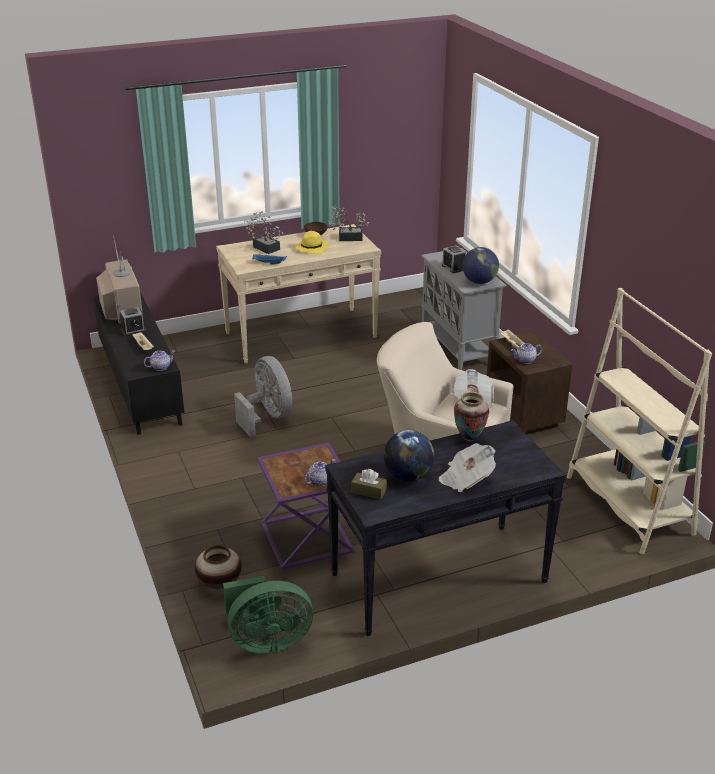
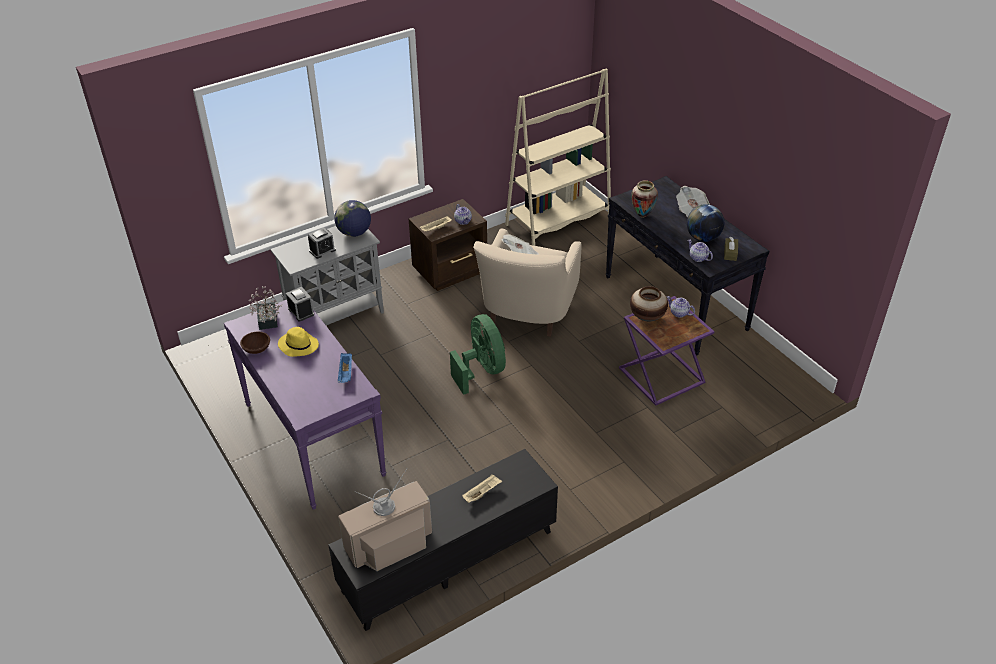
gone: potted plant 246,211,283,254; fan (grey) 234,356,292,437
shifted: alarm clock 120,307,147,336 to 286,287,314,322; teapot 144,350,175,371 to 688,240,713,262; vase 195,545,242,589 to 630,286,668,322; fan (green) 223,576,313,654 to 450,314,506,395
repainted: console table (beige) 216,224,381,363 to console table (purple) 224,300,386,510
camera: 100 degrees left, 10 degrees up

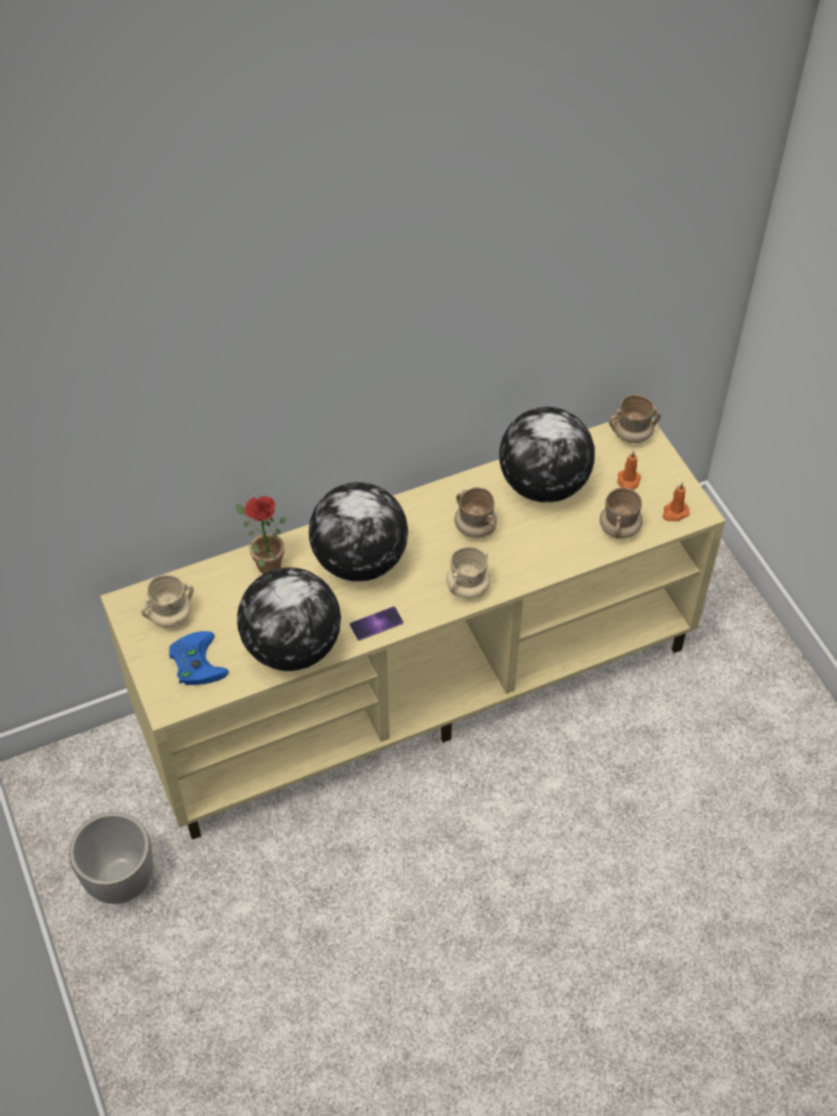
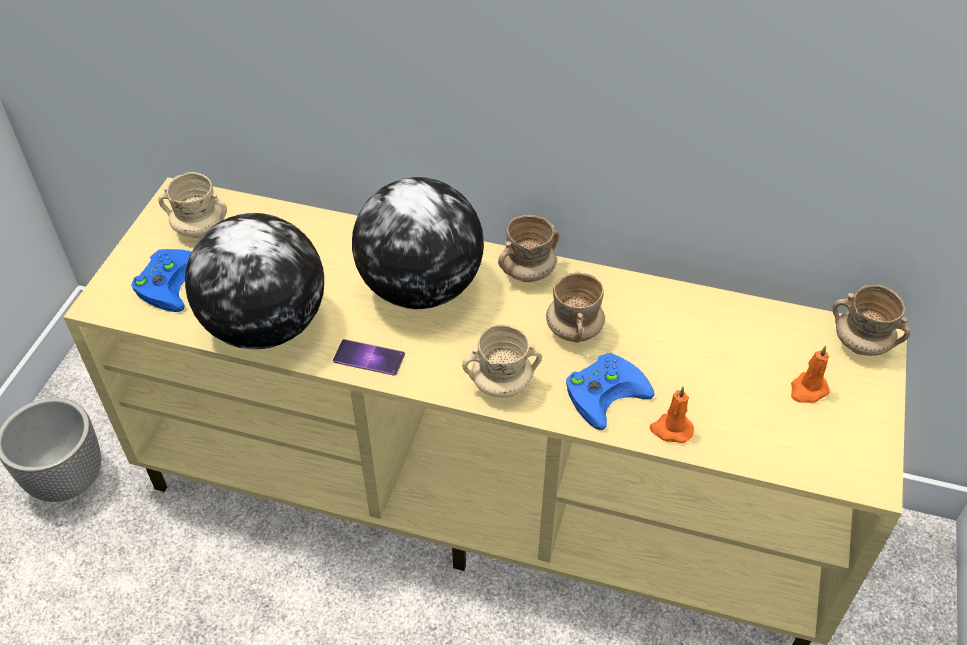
gone: globe 499,407,595,503; potted plant 235,496,287,574
new: game controller (blue) 566,353,654,430
shifted: candle (orange) 663,483,690,521 to 649,387,694,443; mug (beige) 600,488,643,539 to 498,215,559,282
camera: 40 degrees right, 5 degrees down

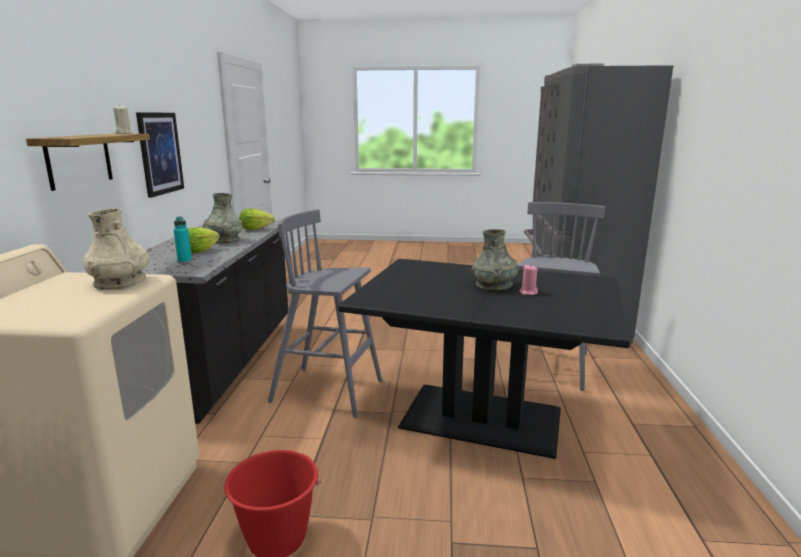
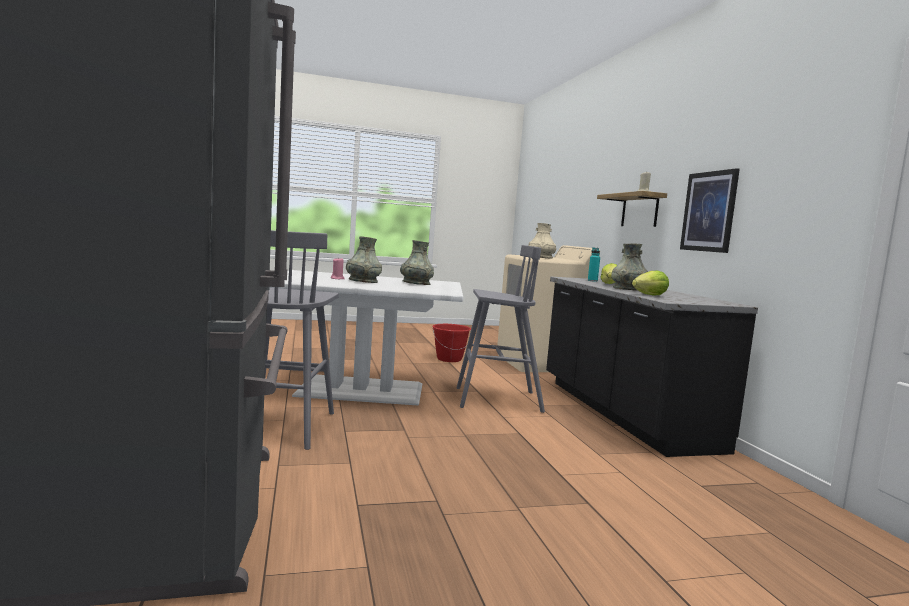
new: vase (grey) 400,240,434,285
repainted: dining table (black) 338,259,631,459 to dining table (white) 270,270,463,406
camera: 160 degrees right, 10 degrees down

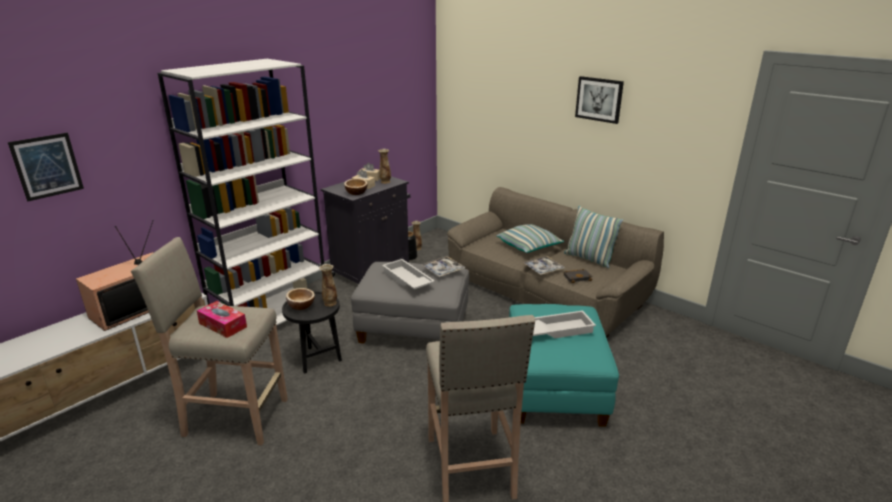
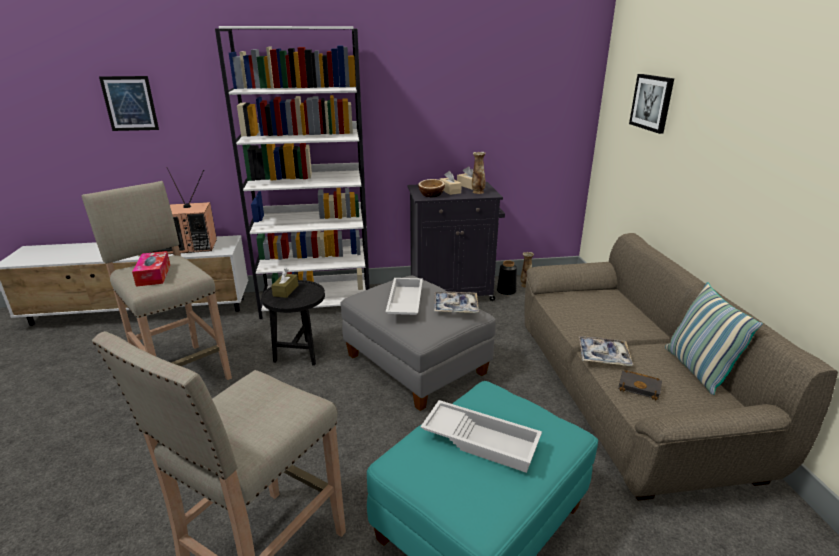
gone: pillow 496,224,564,253; vase 319,264,337,307
shifted: picture 575,76,624,124 to 629,74,674,134
swapped: bowl 286,288,315,310 to tissue box (brown) 271,269,298,298
camera: 40 degrees right, 0 degrees up

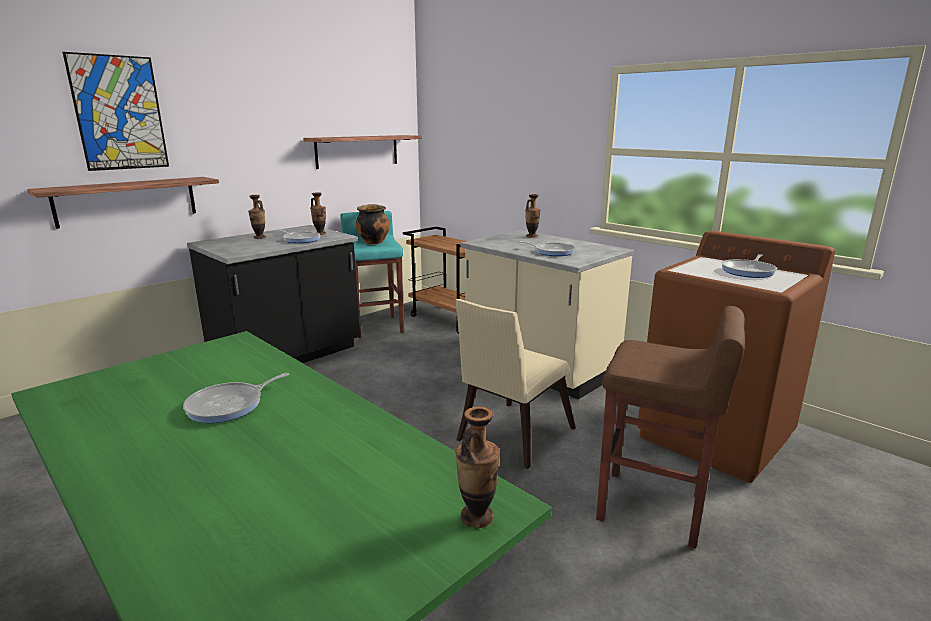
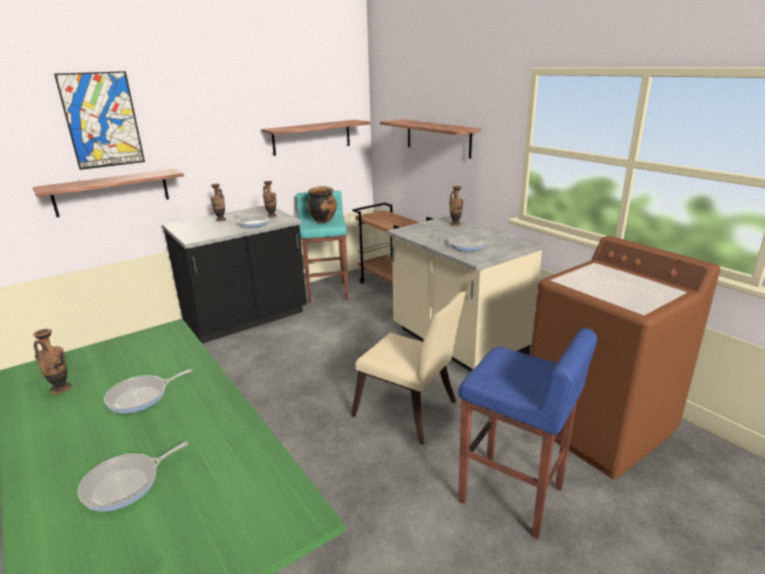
new: shelf 380,119,481,159
shifted: frying pan 722,254,777,278 to 78,442,189,512; vase 456,407,500,528 to 33,329,71,394
repainted: stool (brown) 596,306,745,548 to stool (blue) 458,328,597,539
rotated: chair (beige) 455,299,576,469 = 351,292,466,445 105 degrees counterclockwise
camera: 10 degrees right, 5 degrees up

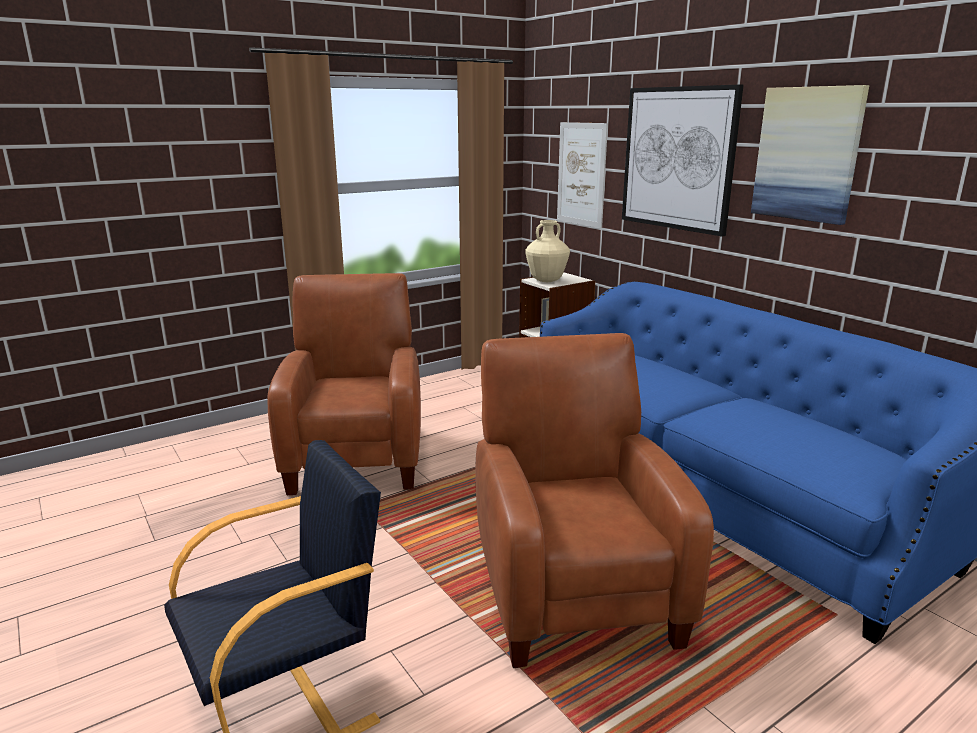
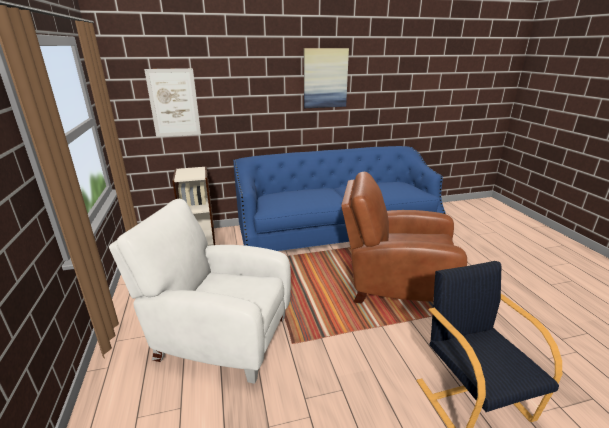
gone: picture 622,84,744,237; vase (beige) 525,220,570,282
repainted: armchair (brown) 267,273,421,495 to armchair (white) 109,199,291,384
camera: 70 degrees left, 5 degrees up

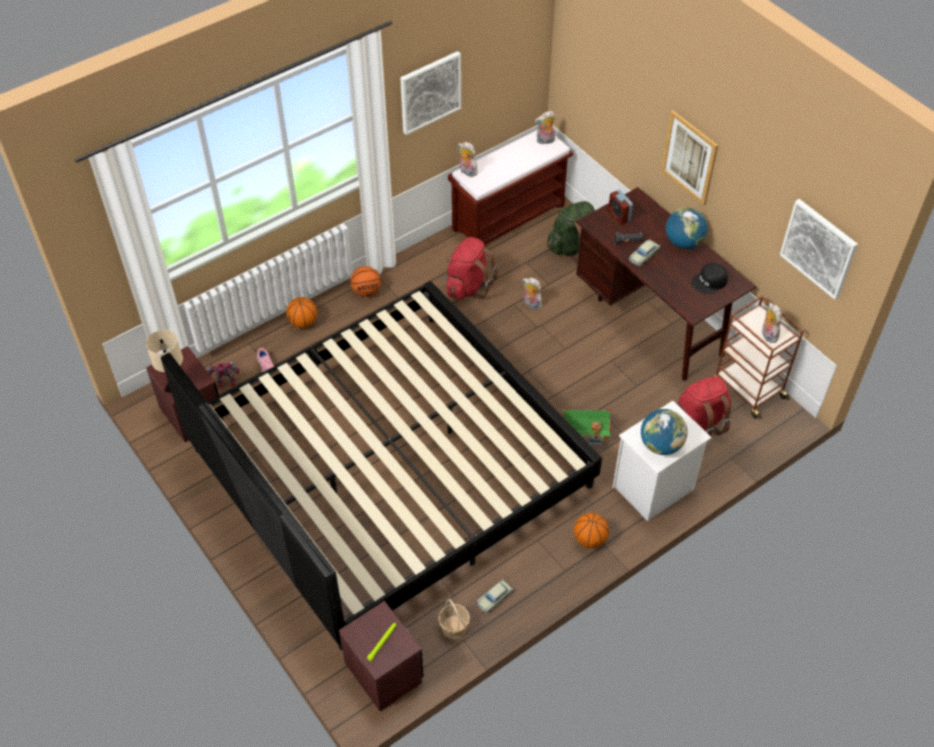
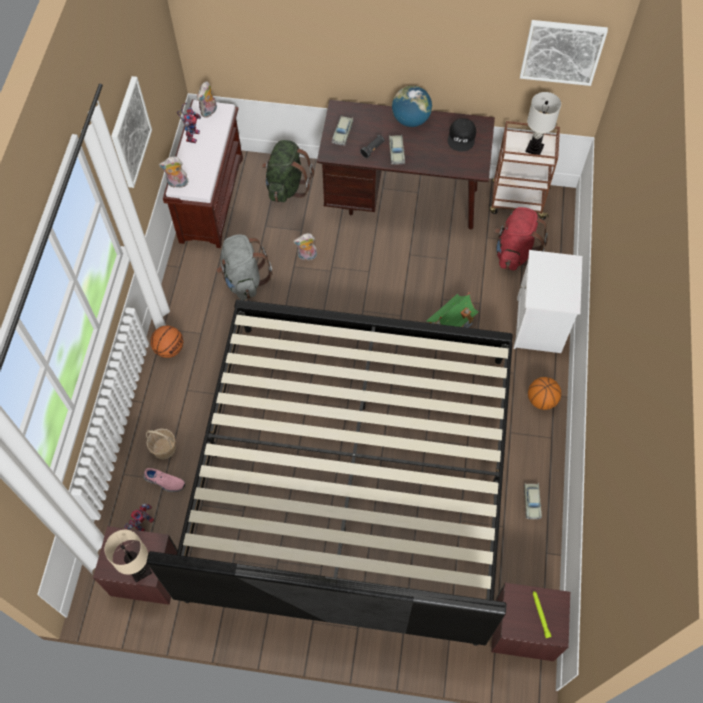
gone: picture 661,110,718,206; basketball 286,297,317,328; globe 641,409,687,455
new: toy robot 177,103,201,143
shifted: basket 438,598,470,639 to 146,429,176,459
swapped: alarm clock 608,190,633,224 to toy car (beige) 332,115,353,145; plush toy 762,303,782,343 to table lamp (white) 526,92,561,155
repainted: backpack (red) 446,237,498,300 to backpack (grey) 216,234,272,300
camera: 45 degrees left, 10 degrees up

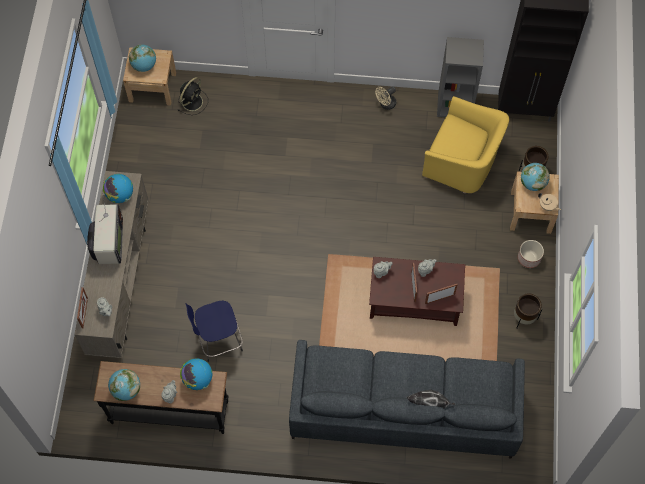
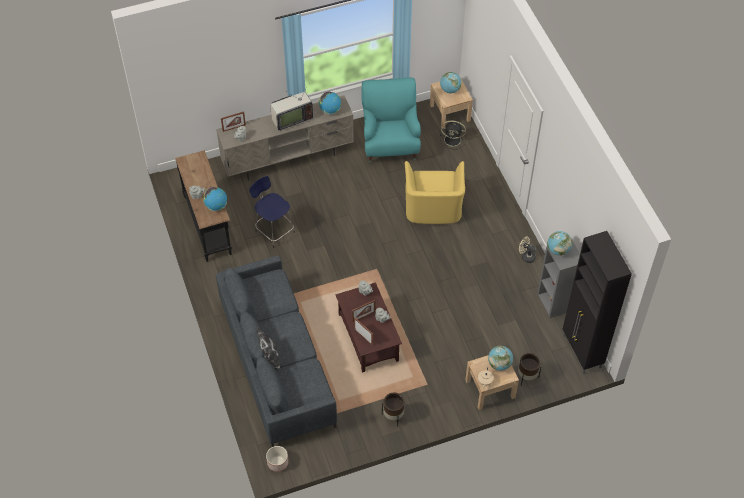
new: armchair (turquoise) 362,78,421,163
shifted: armchair (yellow) 422,96,509,193 to 405,161,465,224; planter 518,240,544,268 to 266,446,288,472; globe 108,369,140,401 to 547,231,572,256
camera: 65 degrees right, 10 degrees down

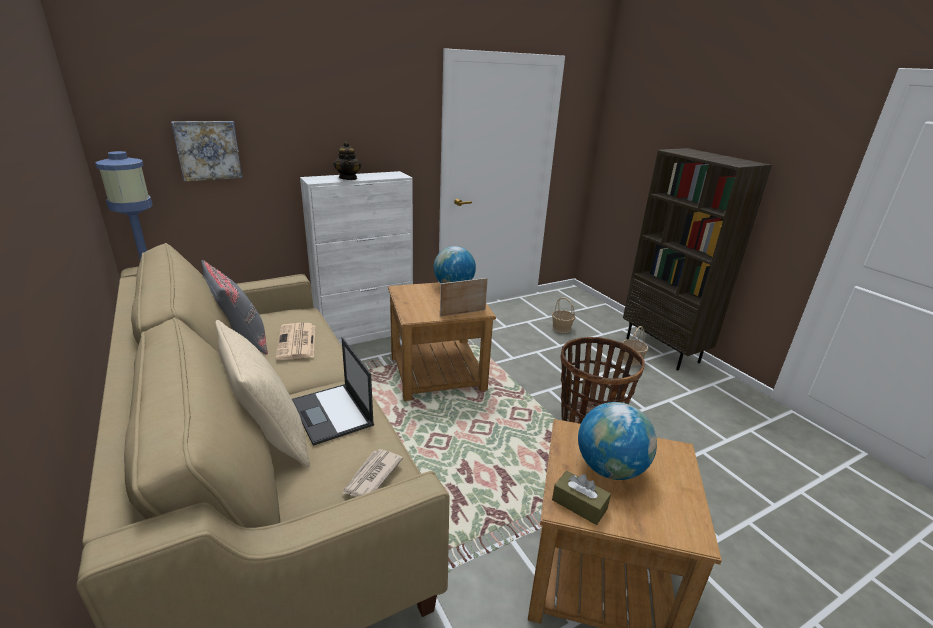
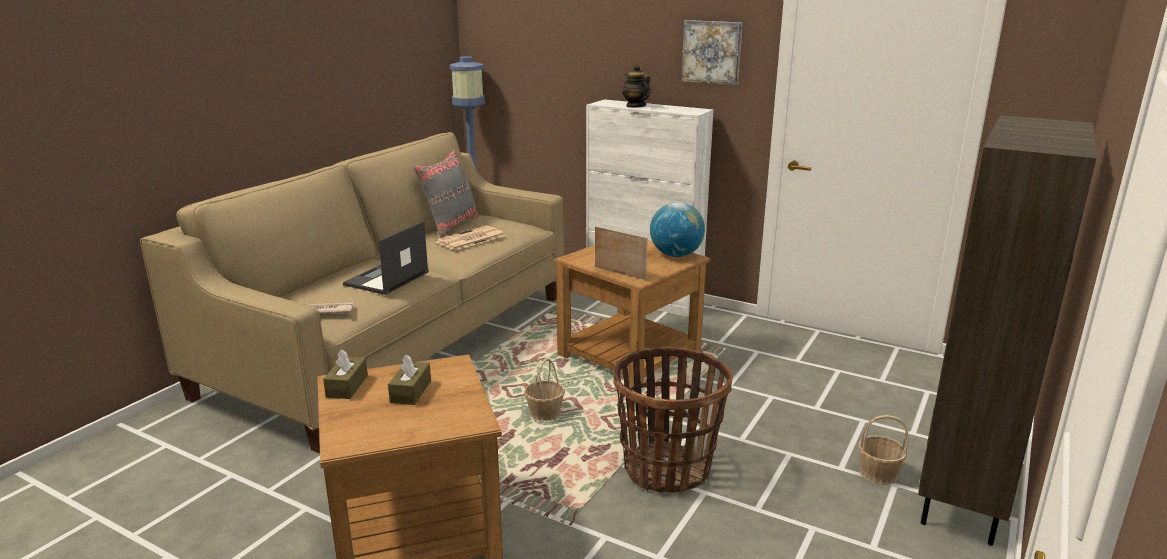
gone: pillow (beige) 215,320,310,467
shifted: picture 171,121,243,181 to 681,20,743,85; basket 552,297,575,333 to 524,358,565,421
swapped: globe 578,402,657,480 to tissue box (brown) 388,354,431,405
rotated: teapot 334,141,361,180 = 622,64,651,108 105 degrees clockwise
camera: 60 degrees right, 5 degrees down

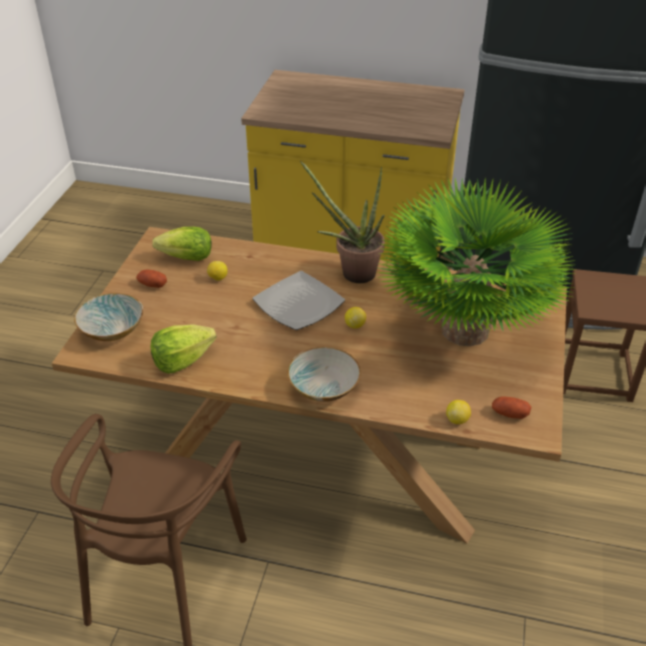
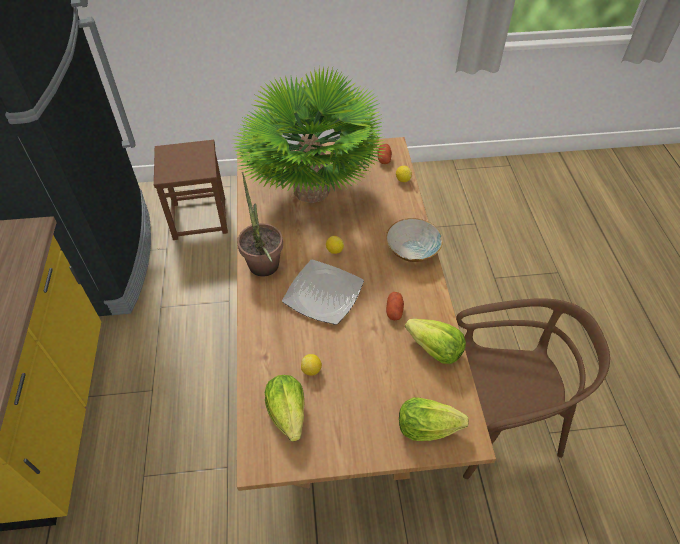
shifted: potato 136,270,167,288 to 386,292,404,321
swapped: bowl 74,293,143,341 to lettuce 399,397,469,441
camera: 110 degrees left, 10 degrees up

